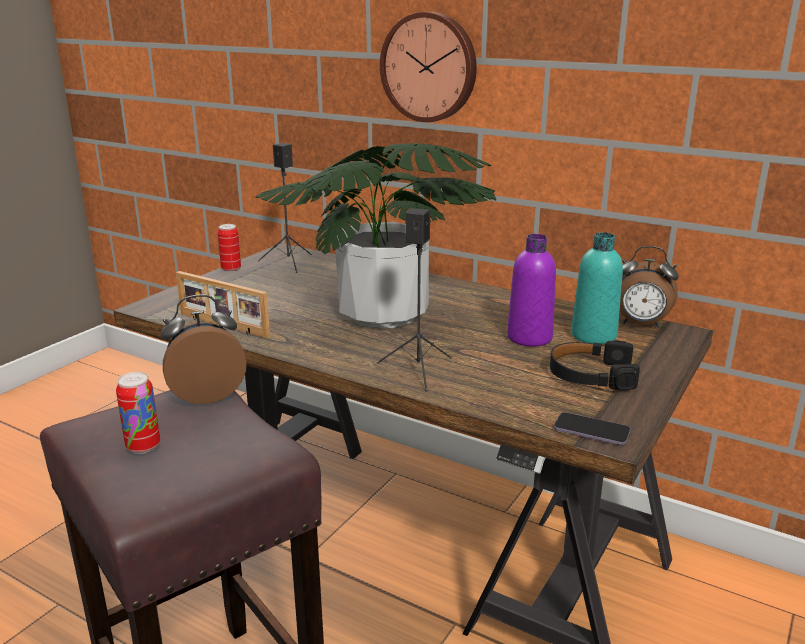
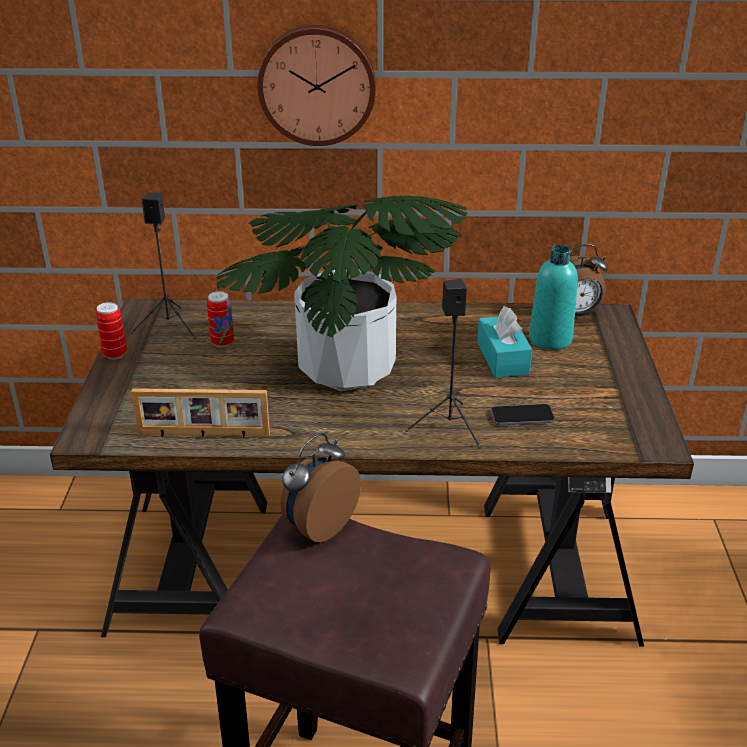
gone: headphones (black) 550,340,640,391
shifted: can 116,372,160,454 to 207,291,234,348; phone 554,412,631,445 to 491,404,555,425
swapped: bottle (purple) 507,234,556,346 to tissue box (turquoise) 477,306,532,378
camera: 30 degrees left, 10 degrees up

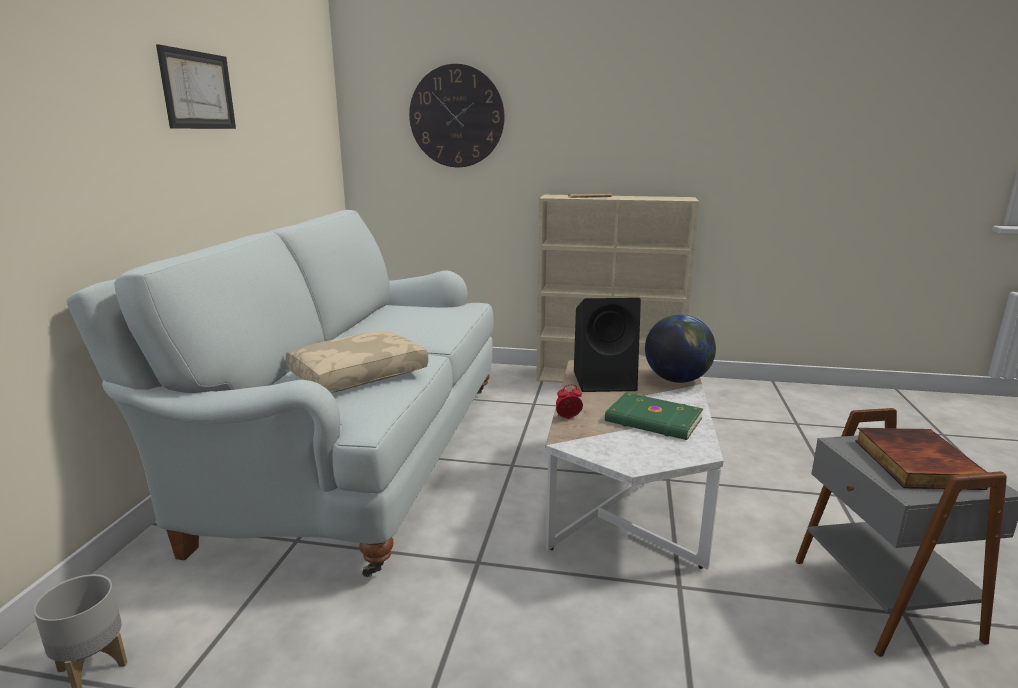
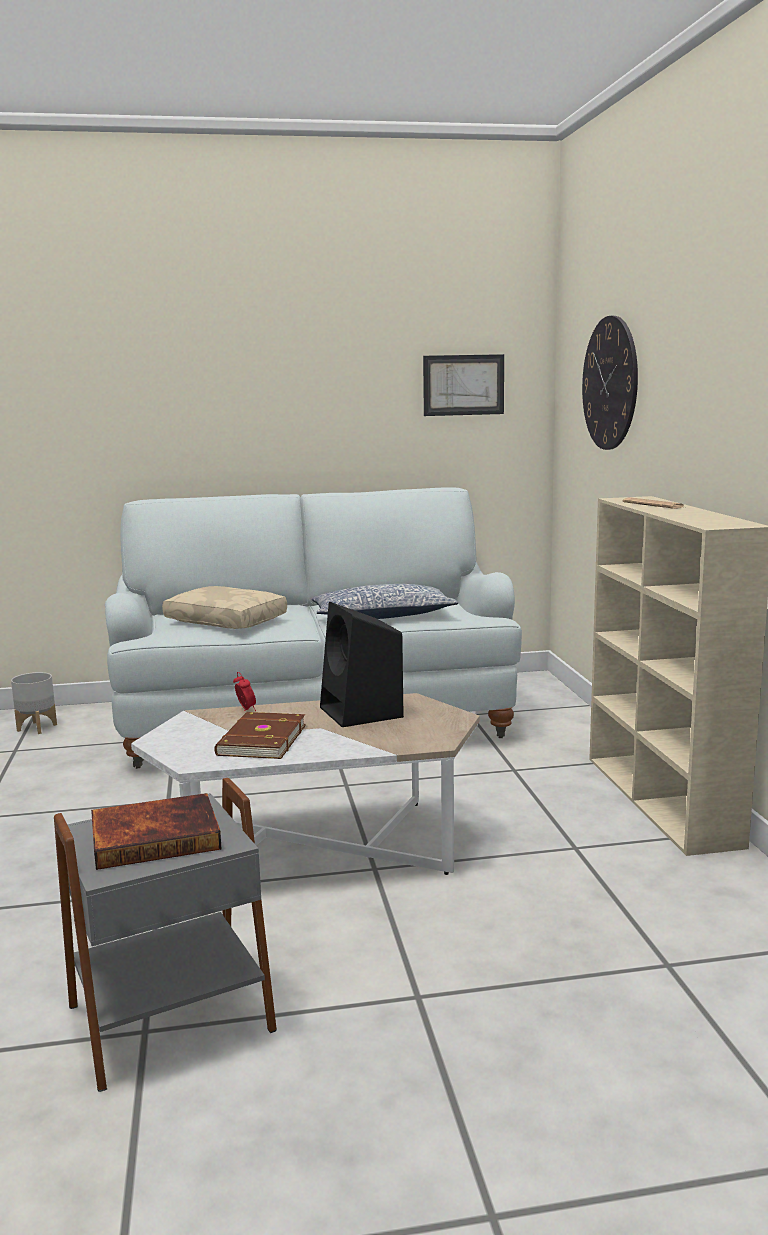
gone: globe 645,314,716,383
new: pillow 312,584,458,619
shifted: picture 156,44,236,129 to 423,354,504,416
repainted: book (green) 605,392,703,440 to book (brown) 214,712,306,759
camera: 70 degrees right, 5 degrees down

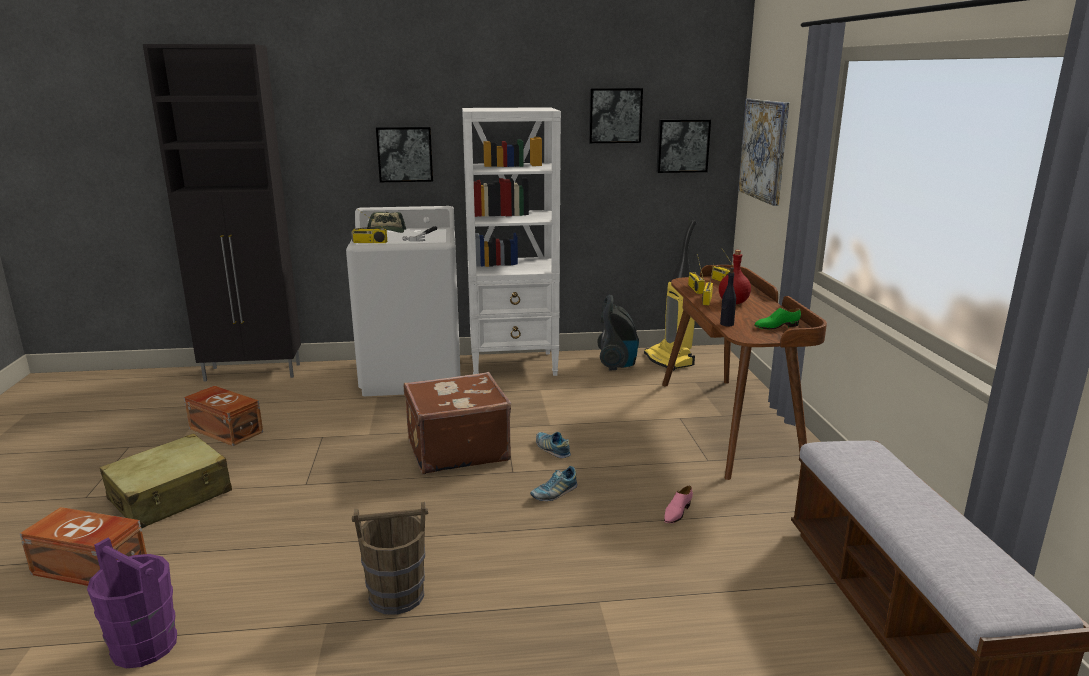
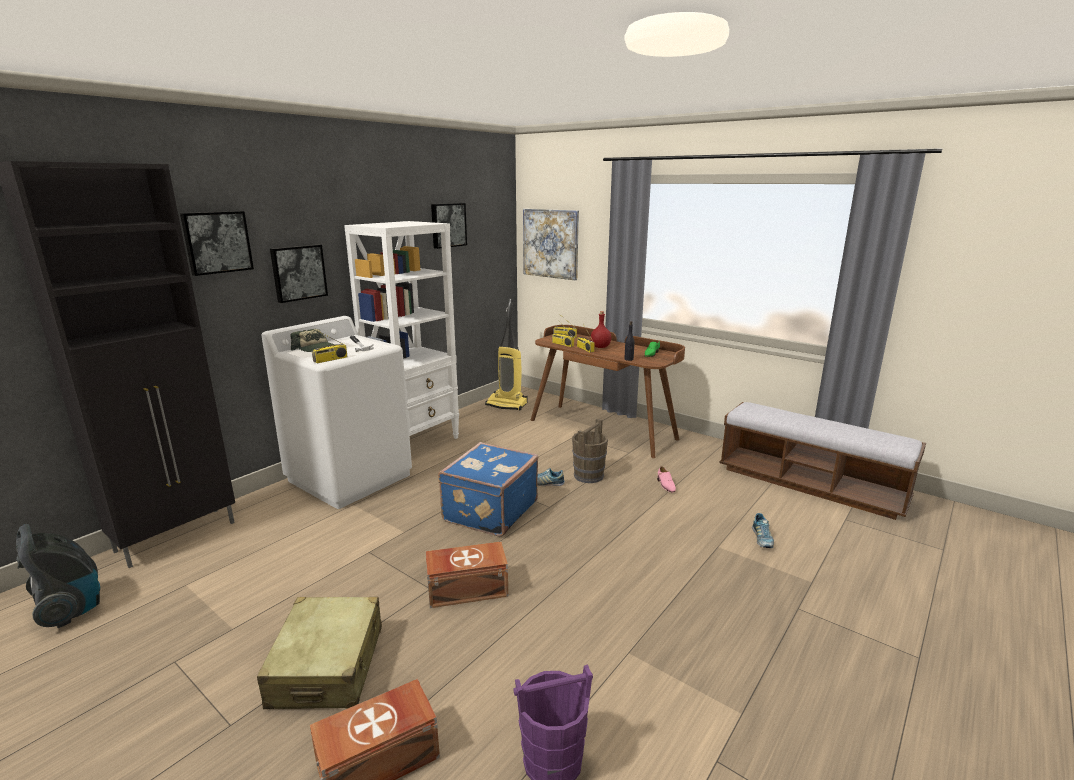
shifted: picture 656,119,711,173 to 180,211,254,276; vacuum cleaner 597,295,639,371 to 16,524,100,628; storage box (brown) 184,386,263,446 to 426,542,508,608; shoe 530,466,577,501 to 752,513,774,548; bucket (brown) 352,502,428,615 to 572,419,608,483
repainted: suitcase (brown) 404,372,511,475 to suitcase (blue) 438,442,538,537
camera: 45 degrees left, 0 degrees up

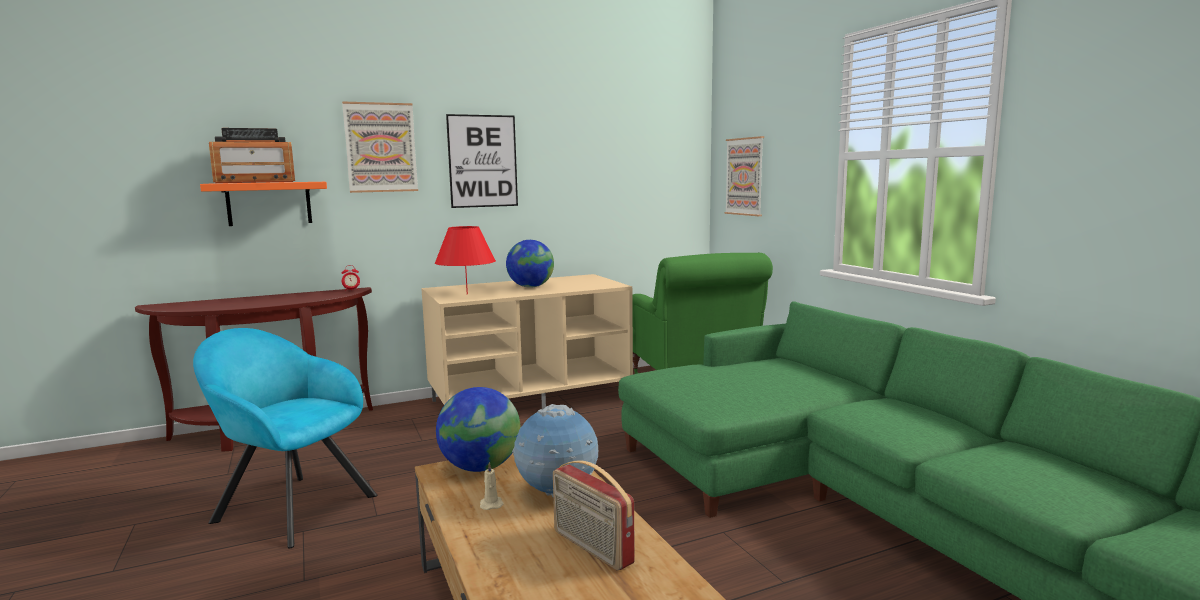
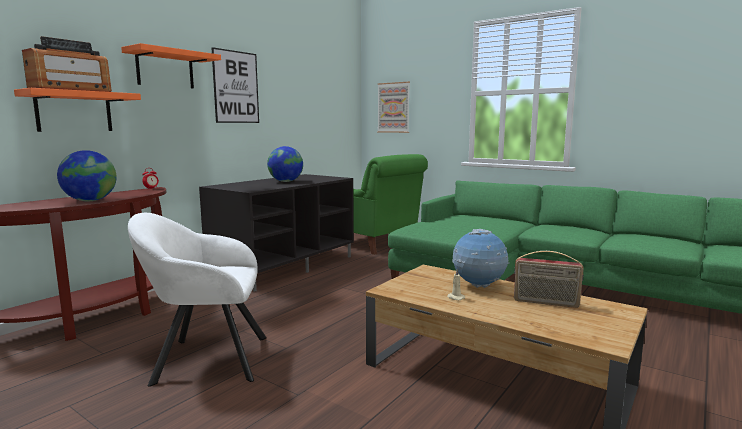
gone: table lamp (red) 435,226,496,294
shifted: globe 436,387,521,472 to 57,150,117,201
swapped: picture 342,102,418,193 to shelf (orange) 121,43,221,89
repainted: tv stand (beige) 421,274,633,409 to tv stand (black) 199,174,354,292; armchair (turquoise) 193,328,378,548 to armchair (white) 128,213,267,387
camera: 30 degrees left, 0 degrees up

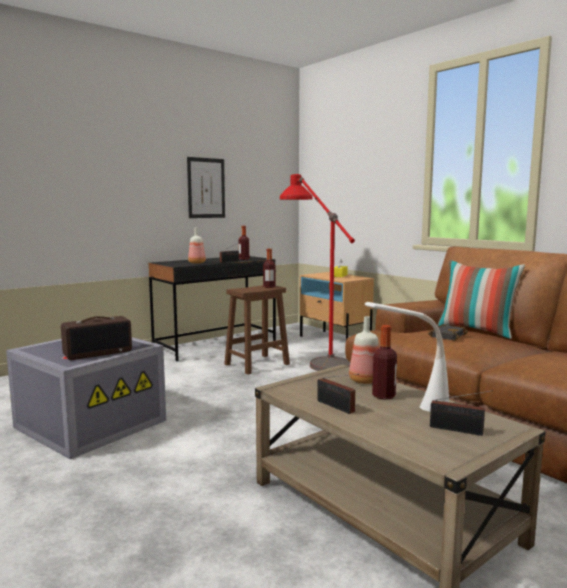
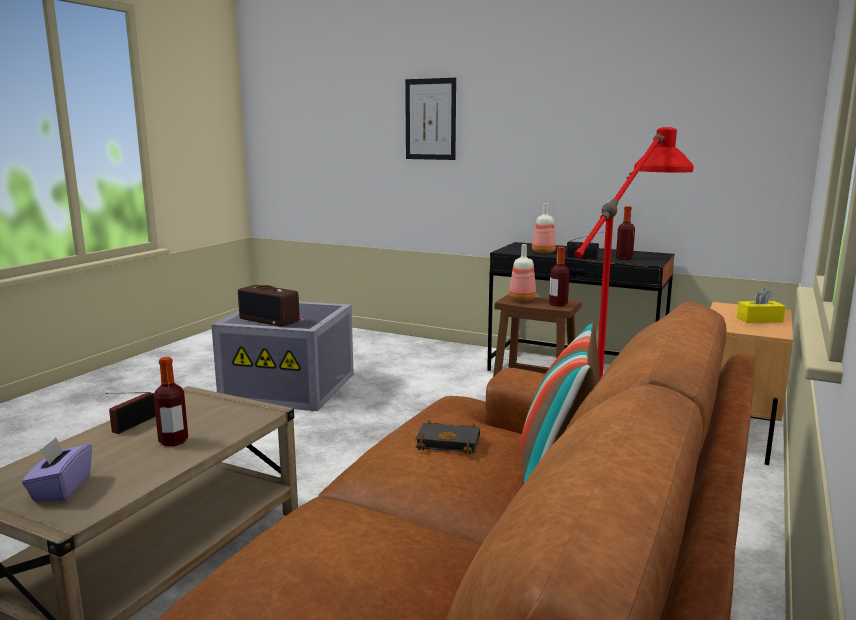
gone: table lamp (white) 364,302,449,412
shifted: picture 187,157,225,218 to 405,78,456,160; bottle 349,316,379,384 to 509,244,536,301
swapped: radio 430,390,493,436 to tissue box (purple) 22,437,92,502
camera: 65 degrees right, 5 degrees up

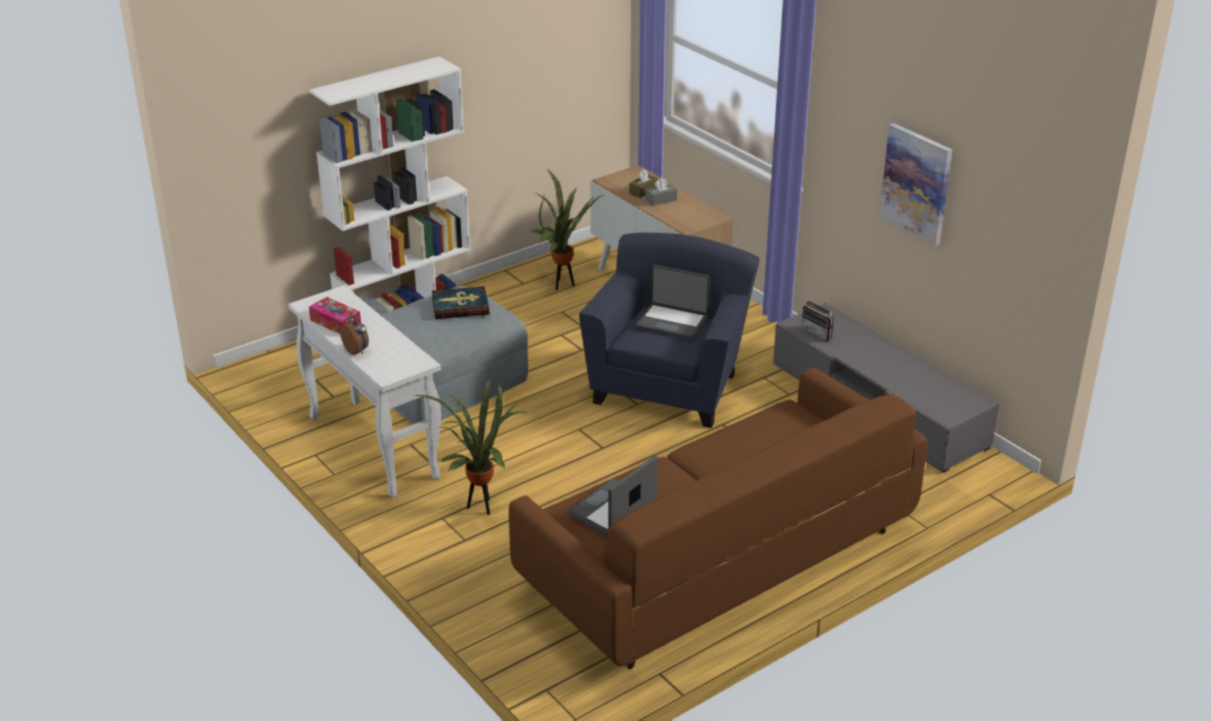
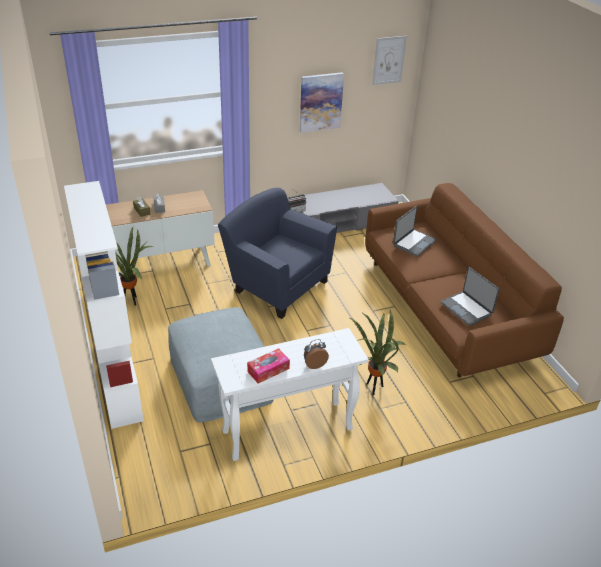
gone: book 432,286,490,319
new: picture 372,36,407,85
shifted: laptop 636,265,710,340 to 393,206,437,257
camera: 75 degrees left, 5 degrees up

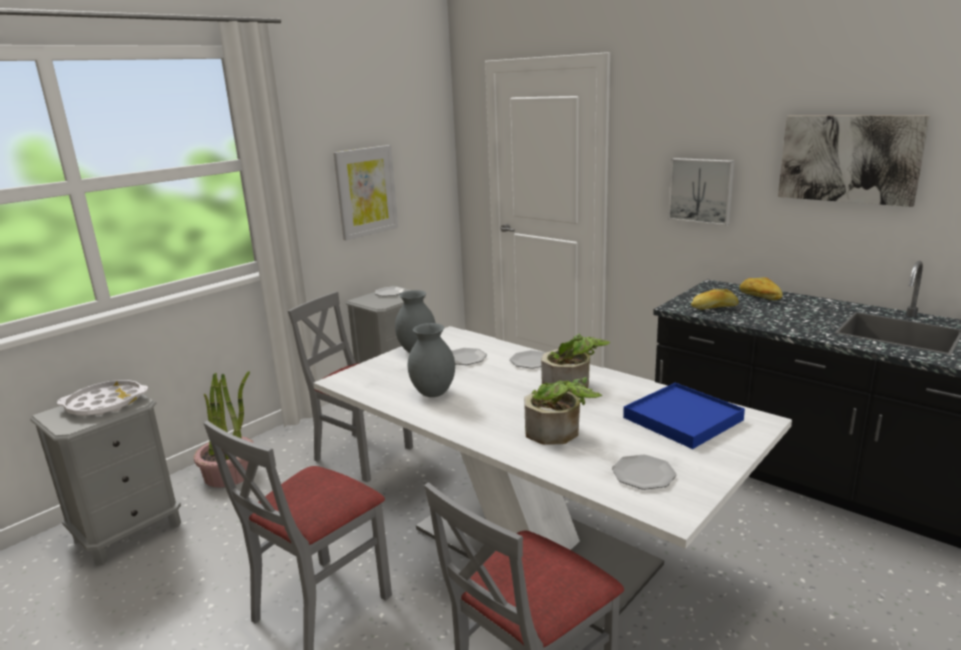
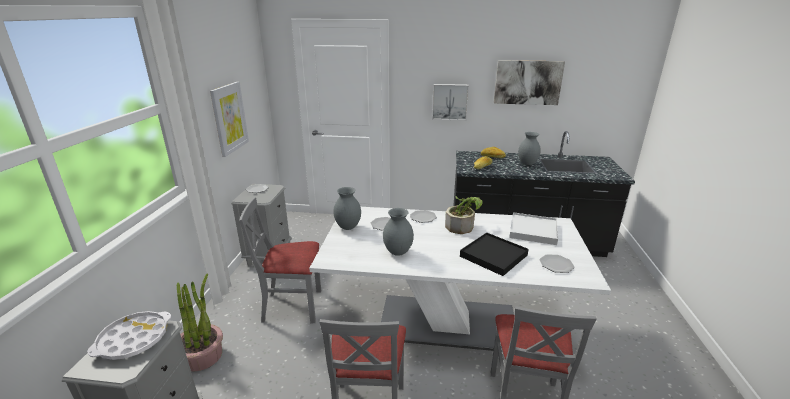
new: vase (grey) 518,132,541,165
swapped: potted plant 524,377,602,445 to tray (black) 460,232,529,276
repainted: tray (blue) 623,383,745,449 to tray (white) 509,212,558,245
camera: 35 degrees left, 5 degrees up

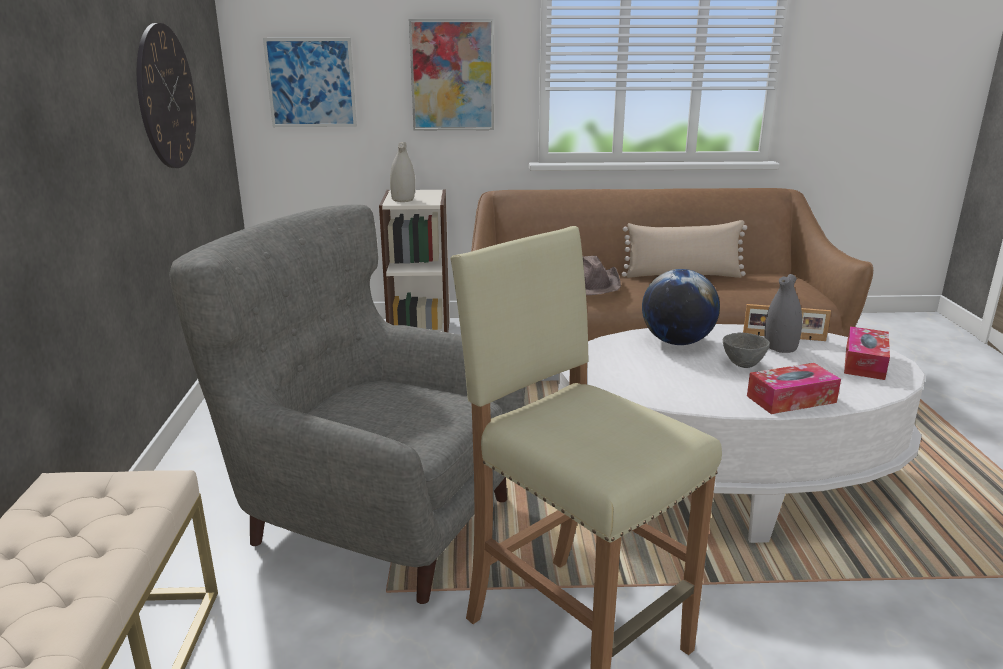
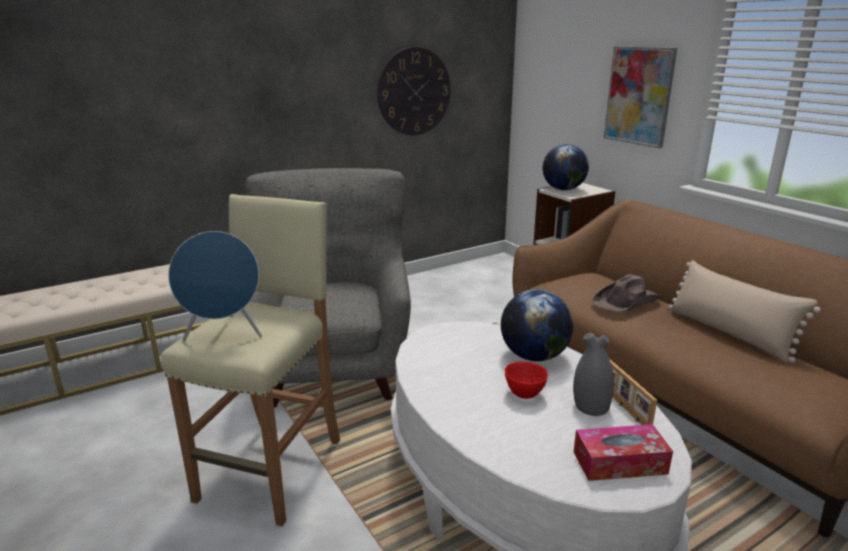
gone: picture 263,38,357,127; tissue box 747,363,841,414
new: speaker (blue) 168,231,262,342
swapped: vase (white) 390,142,415,202 to globe 543,144,589,190
repainted: bowl (grey) 723,333,770,368 to bowl (red) 505,361,548,399
camera: 60 degrees right, 0 degrees up

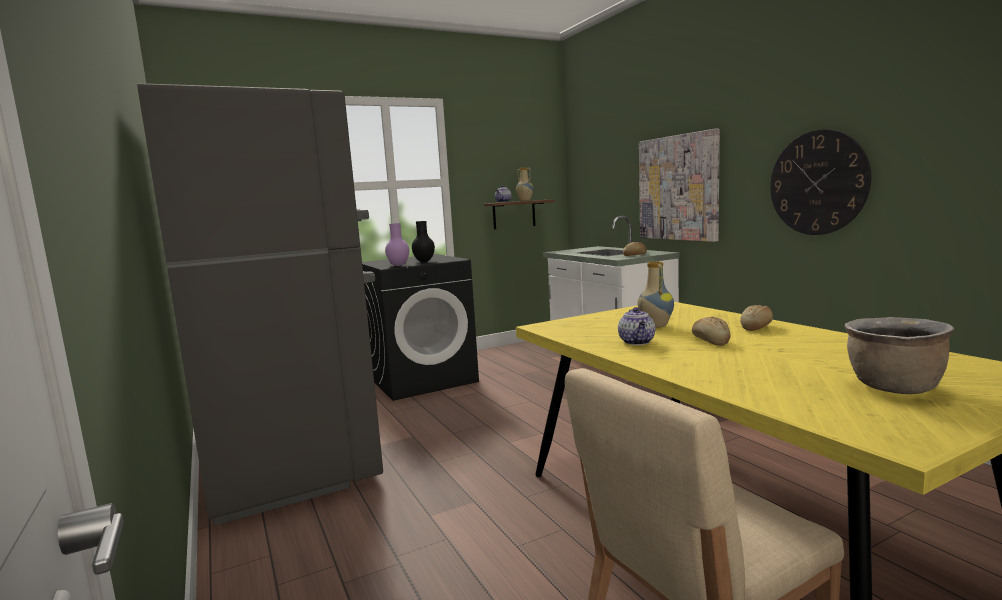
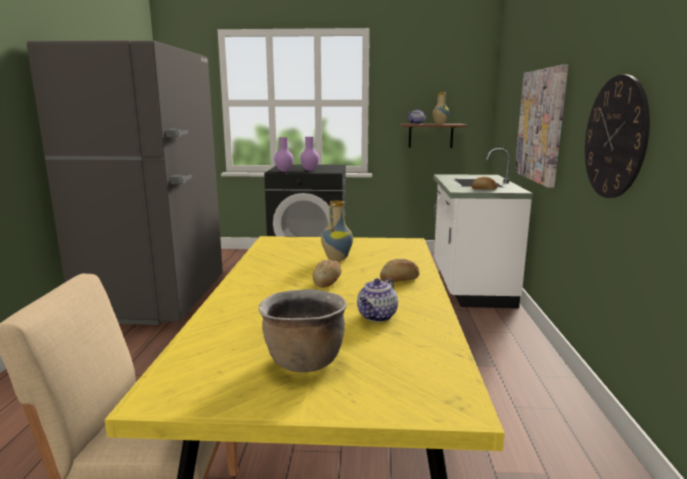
shifted: teapot 618,307,655,345 to 357,278,398,322
repainted: vase (black) 412,221,435,262 to vase (purple) 300,137,319,171
camera: 30 degrees right, 5 degrees up

